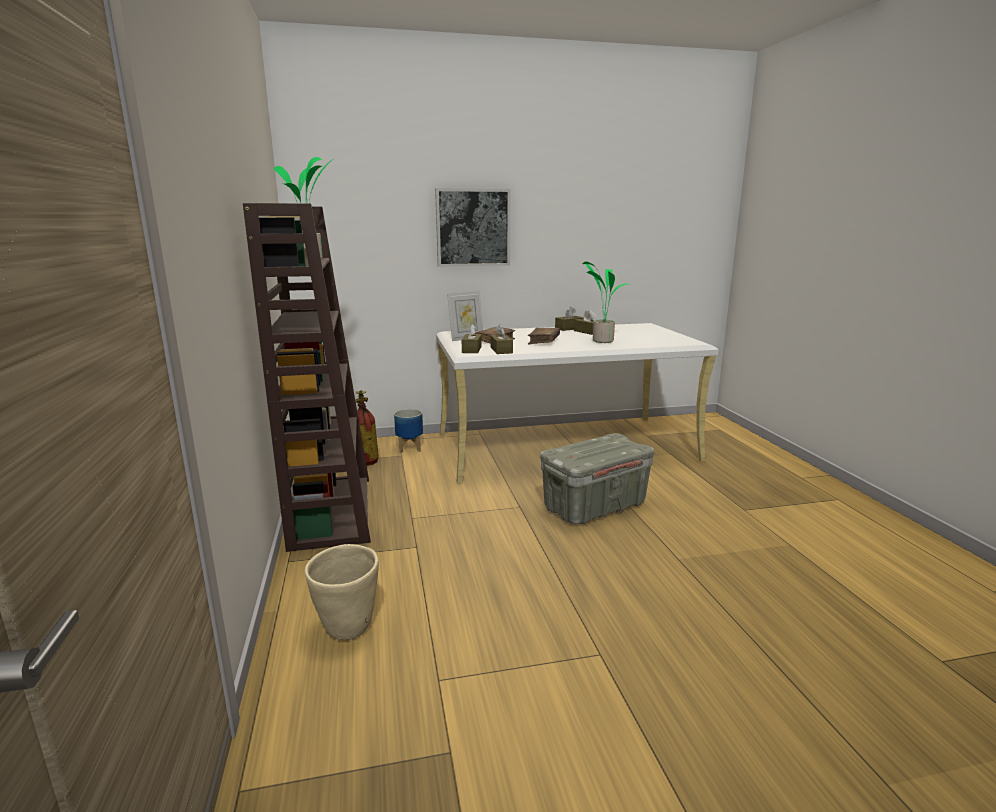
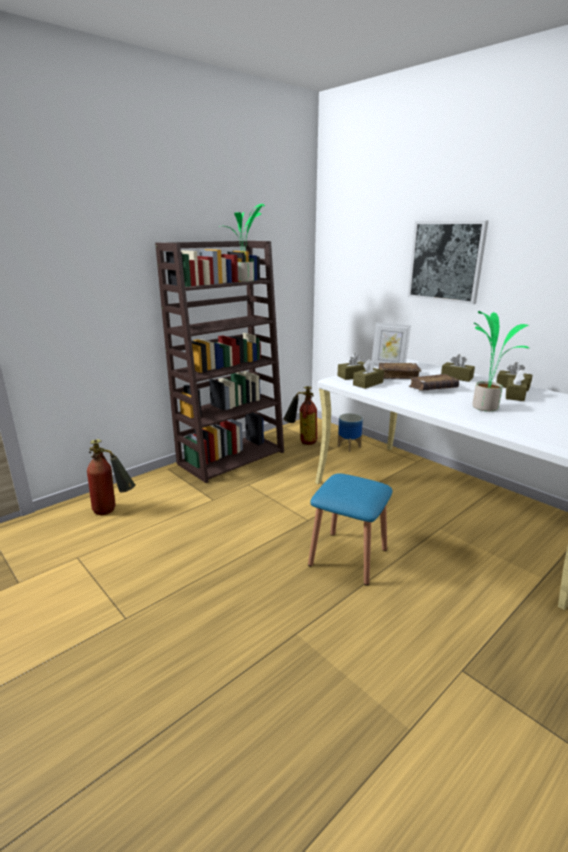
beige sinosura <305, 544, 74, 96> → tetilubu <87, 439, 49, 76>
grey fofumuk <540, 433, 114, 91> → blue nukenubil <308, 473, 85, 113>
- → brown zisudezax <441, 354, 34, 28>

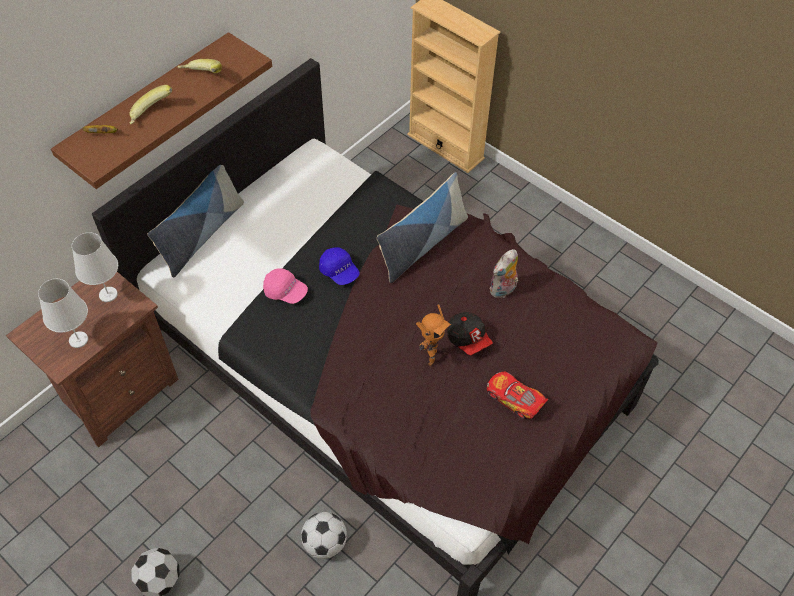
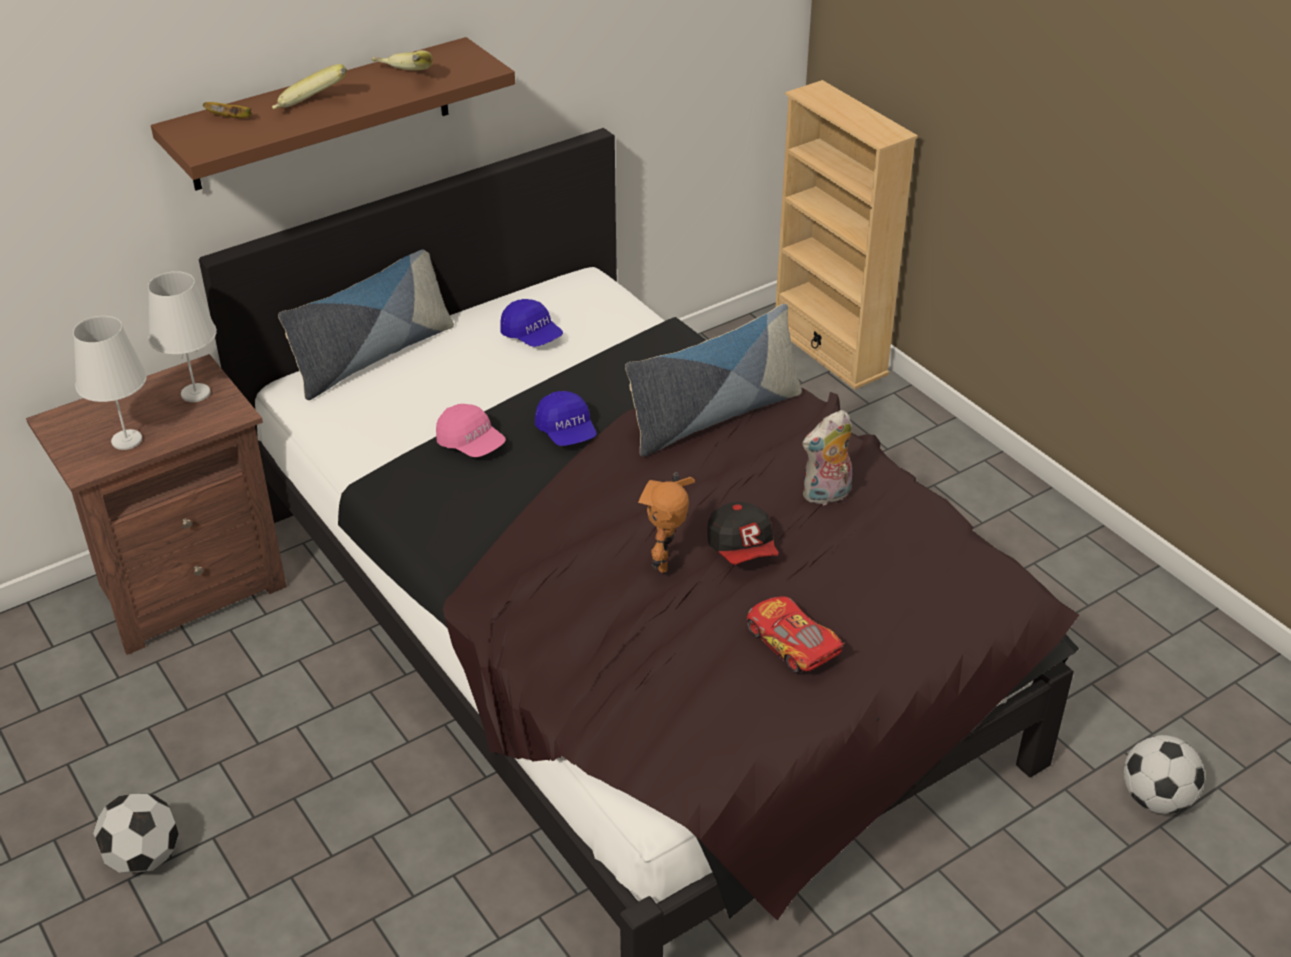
- → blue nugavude <500, 299, 63, 48>
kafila <416, 304, 35, 62> → kafila <638, 472, 57, 101>, 150 degrees clockwise
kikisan <301, 512, 46, 47> → kikisan <1124, 735, 81, 79>, relocated

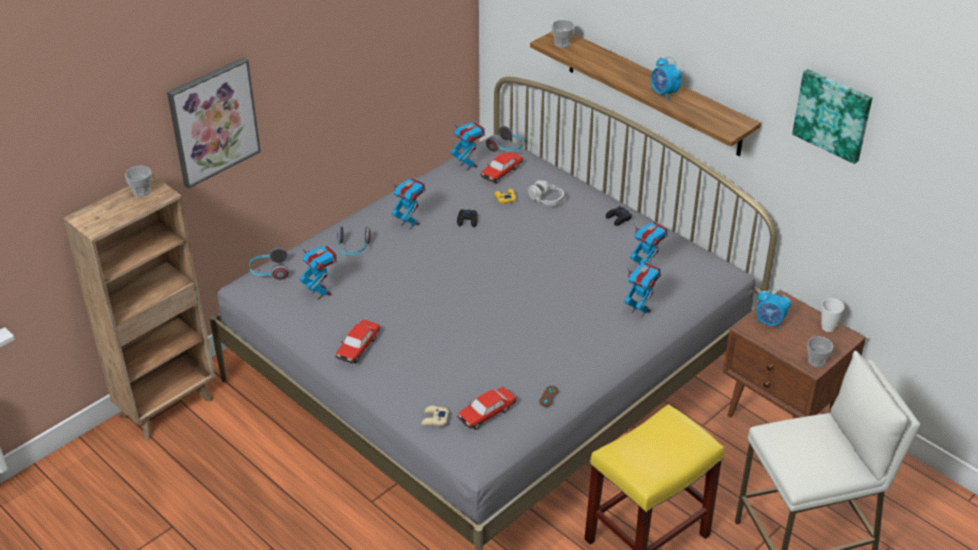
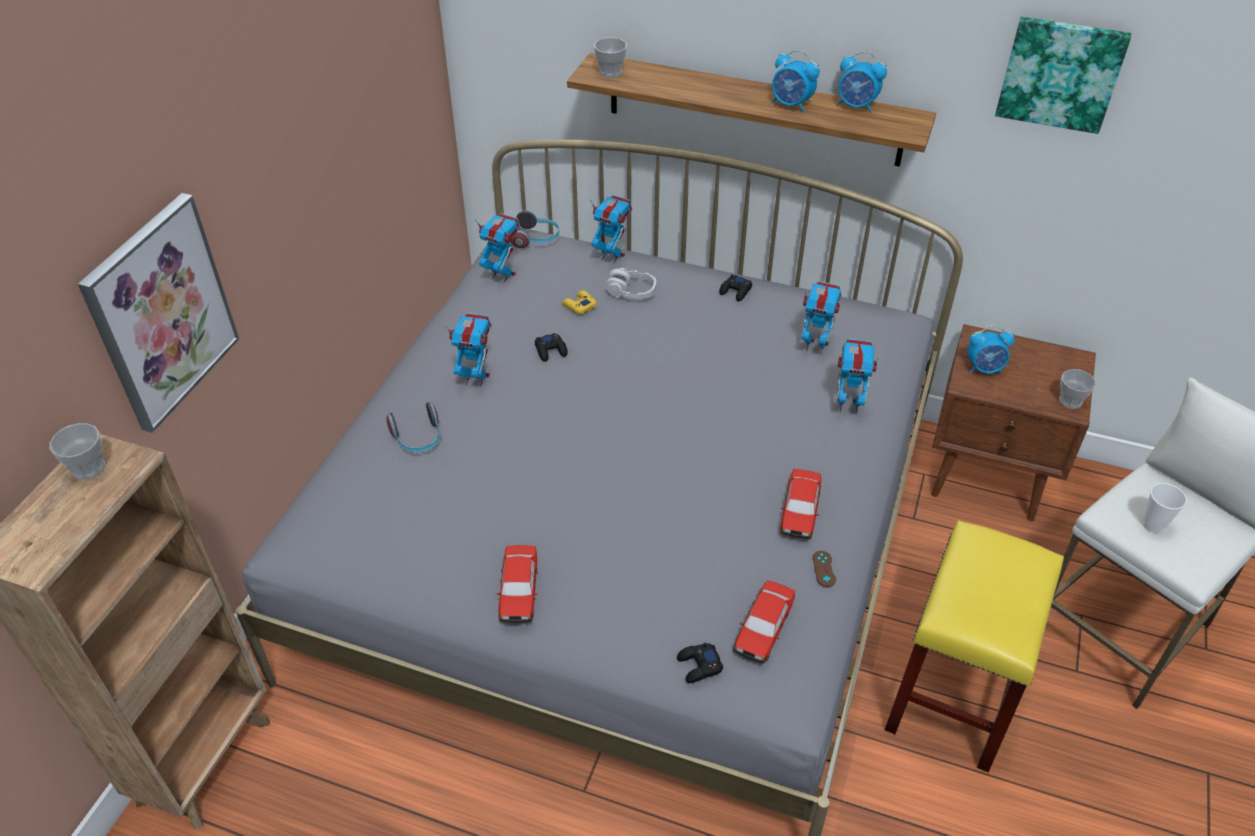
kafila <300, 245, 37, 54> → kafila <590, 195, 42, 68>, relocated
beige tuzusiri <421, 406, 28, 20> → black tuzusiri <677, 643, 46, 40>
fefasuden <480, 151, 43, 33> → fefasuden <780, 469, 41, 70>, relocated
- → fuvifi <837, 51, 50, 62>
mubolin <821, 298, 23, 34> → mubolin <1143, 483, 44, 50>, relocated
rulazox <249, 248, 40, 32> → -

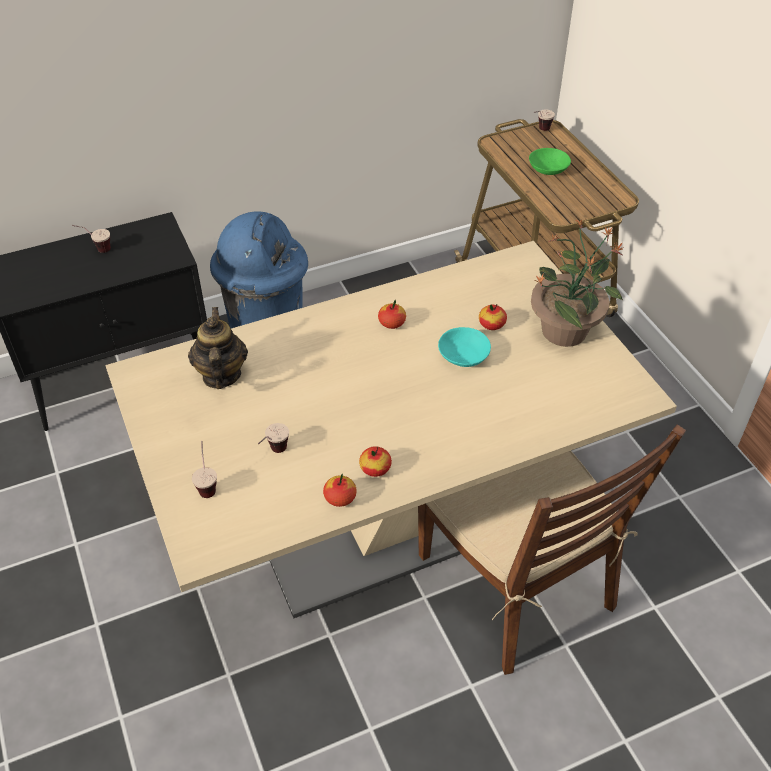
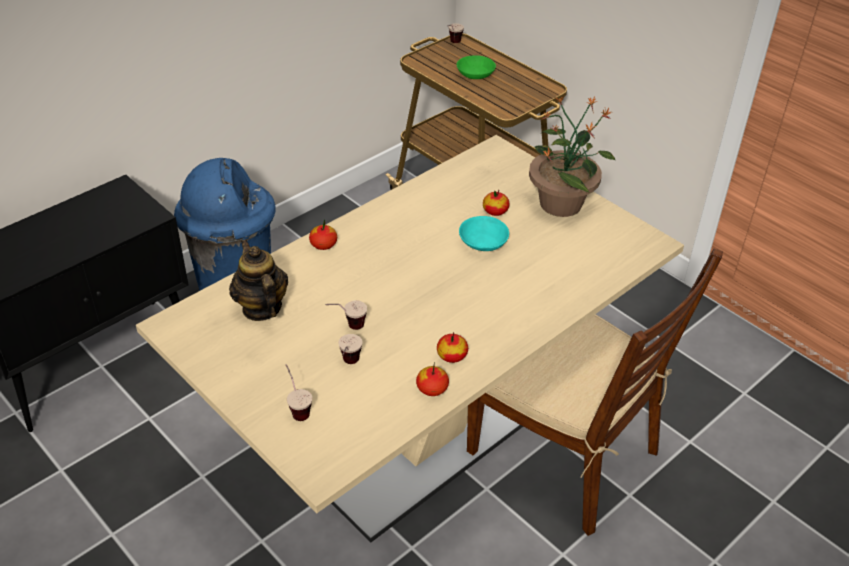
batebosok <378, 300, 28, 29> → batebosok <309, 220, 28, 30>, relocated
mubolin <72, 225, 39, 28> → mubolin <325, 301, 42, 29>, relocated

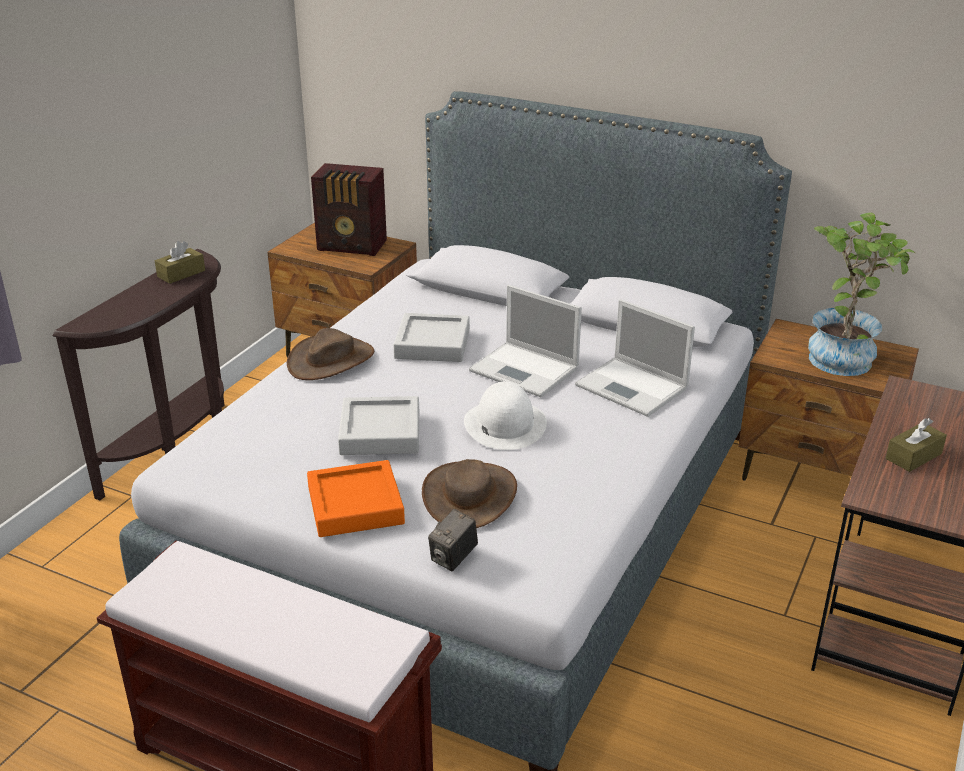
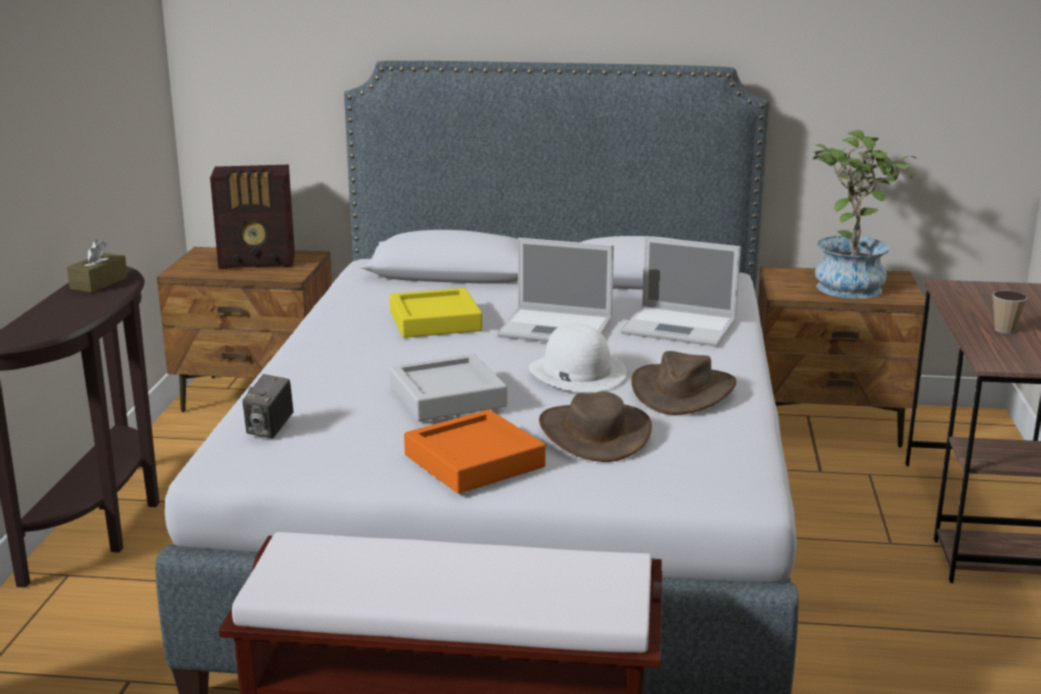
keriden <428, 509, 50, 62> → keriden <243, 374, 50, 65>, relocated
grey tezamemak <393, 313, 77, 49> → yellow tezamemak <390, 288, 92, 50>
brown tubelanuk <287, 328, 87, 52> → brown tubelanuk <631, 351, 105, 64>, relocated
brown zisudezax <886, 418, 61, 54> → mubolin <992, 291, 36, 42>

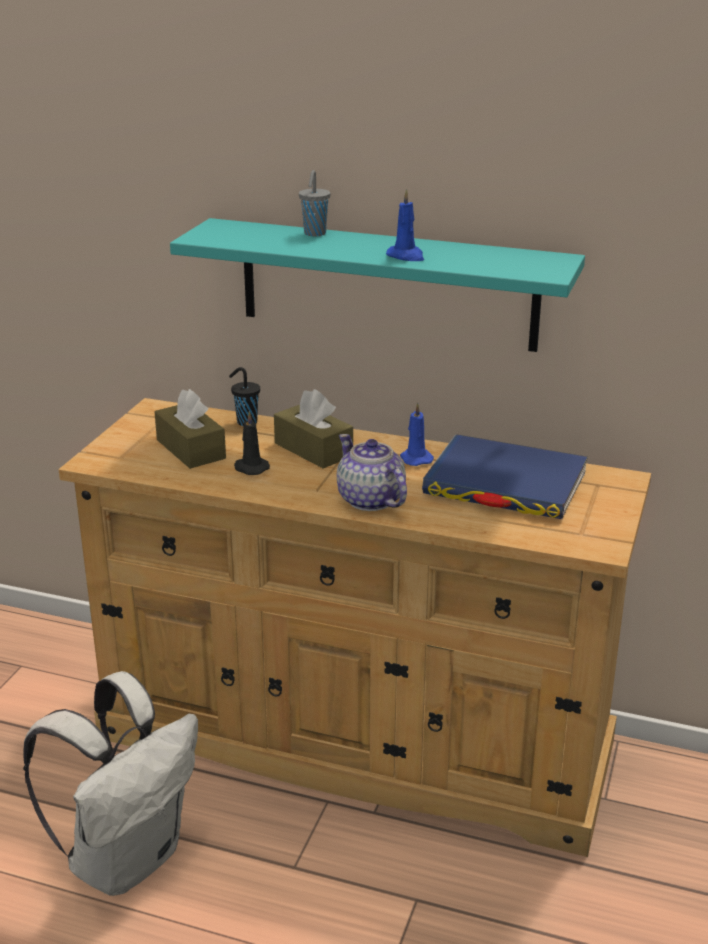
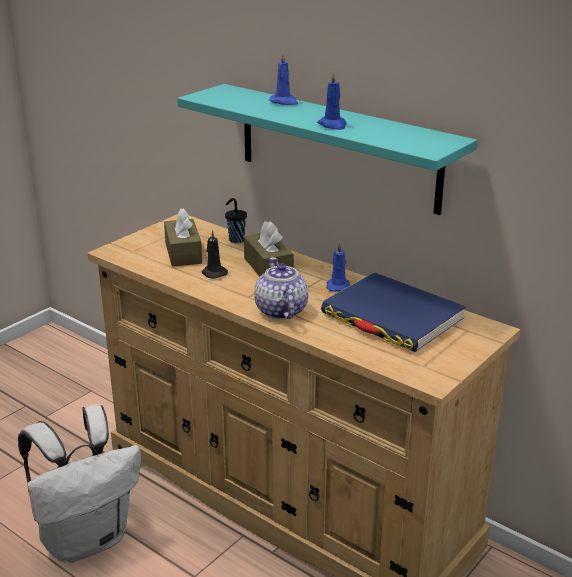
grey mubolin <299, 170, 31, 66> → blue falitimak <269, 52, 29, 53>

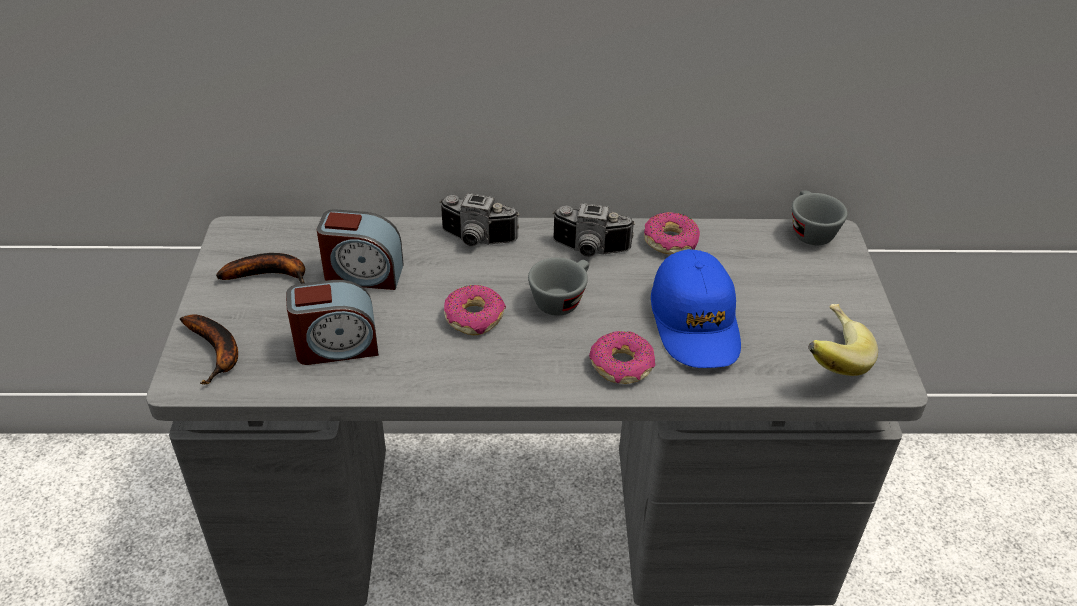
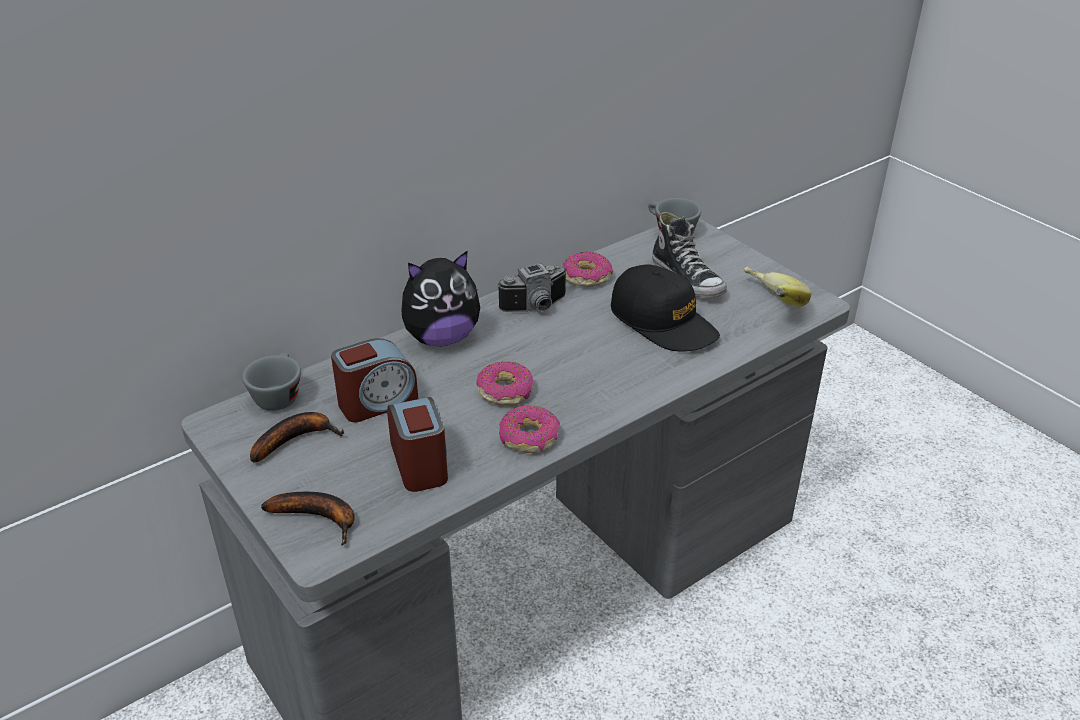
grey mubolin <528, 258, 61, 58> → grey mubolin <242, 352, 59, 59>, relocated
fuvifi <286, 280, 93, 85> → fuvifi <387, 397, 61, 95>, 60 degrees counterclockwise
keriden <439, 193, 80, 54> → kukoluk <401, 251, 79, 95>
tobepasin <589, 331, 66, 53> → tobepasin <499, 405, 61, 48>, relocated
blue nugavude <651, 249, 90, 119> → black nugavude <611, 264, 109, 88>
- → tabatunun <652, 212, 75, 86>

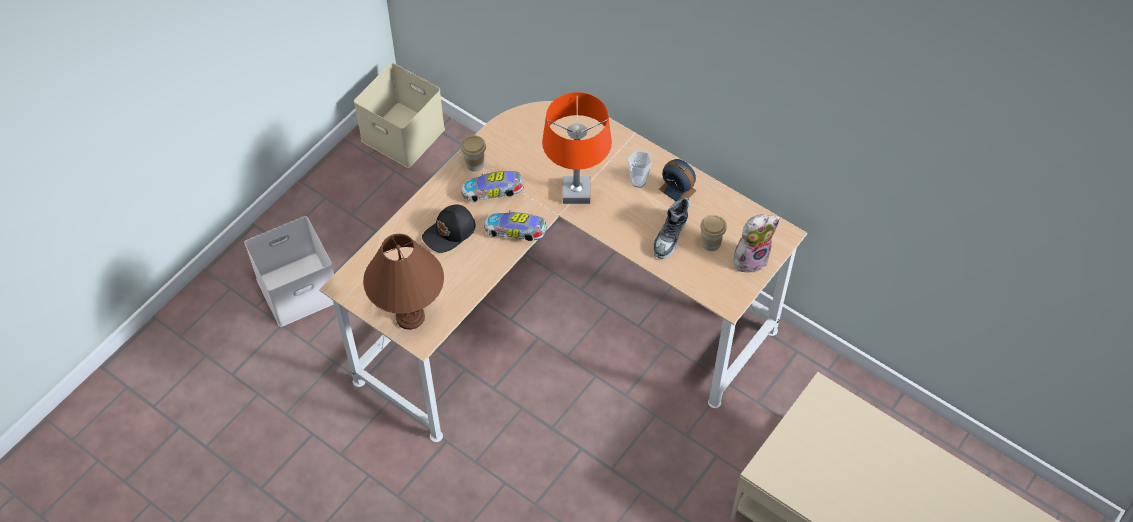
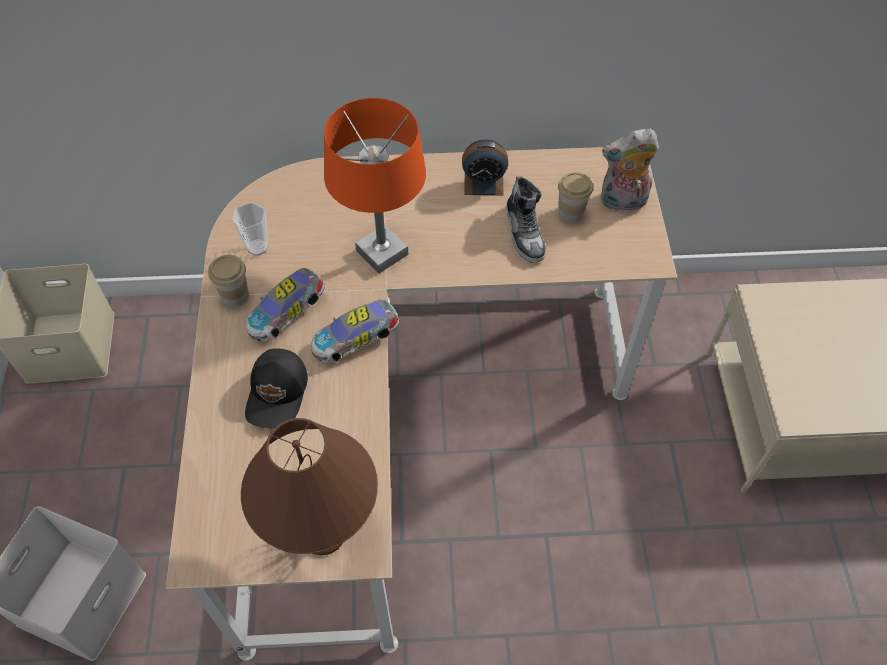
mubolin <628, 151, 24, 37> → mubolin <232, 202, 36, 54>, relocated
kukoluk <734, 214, 46, 58> → kukoluk <601, 129, 58, 82>, 120 degrees counterclockwise

